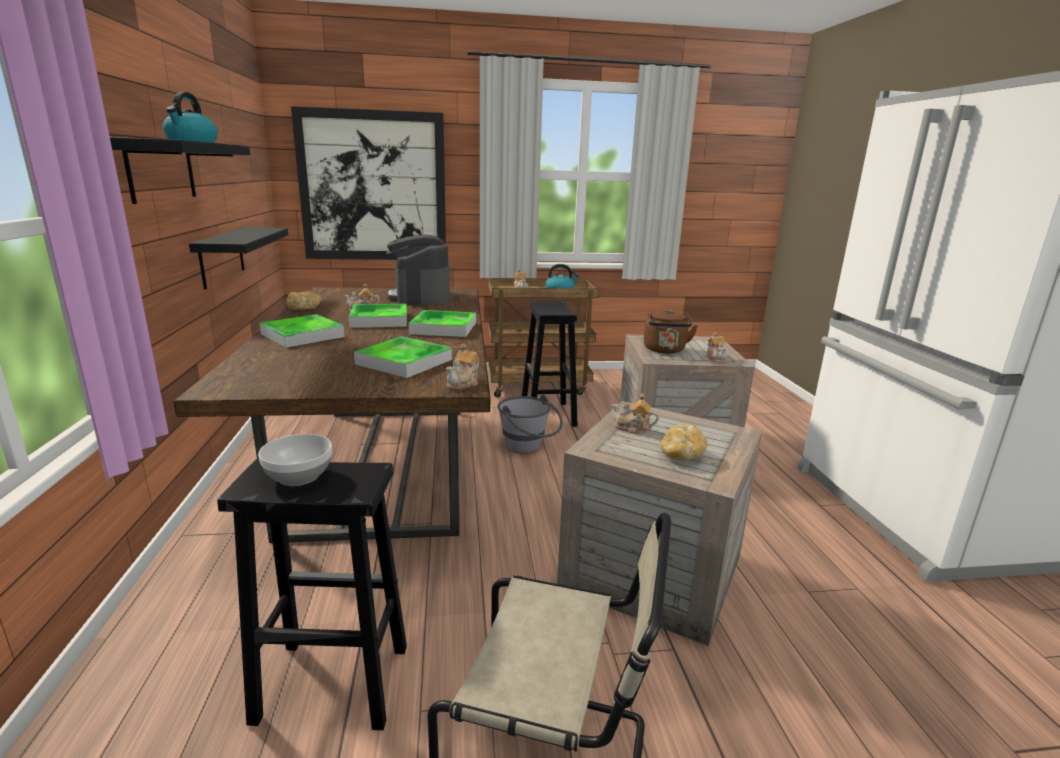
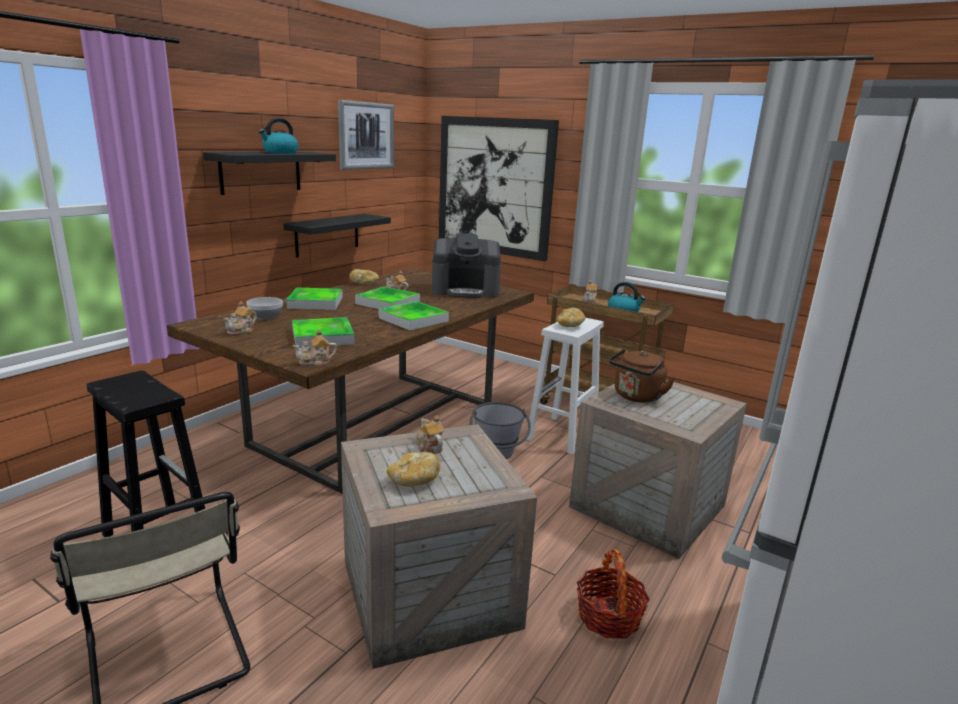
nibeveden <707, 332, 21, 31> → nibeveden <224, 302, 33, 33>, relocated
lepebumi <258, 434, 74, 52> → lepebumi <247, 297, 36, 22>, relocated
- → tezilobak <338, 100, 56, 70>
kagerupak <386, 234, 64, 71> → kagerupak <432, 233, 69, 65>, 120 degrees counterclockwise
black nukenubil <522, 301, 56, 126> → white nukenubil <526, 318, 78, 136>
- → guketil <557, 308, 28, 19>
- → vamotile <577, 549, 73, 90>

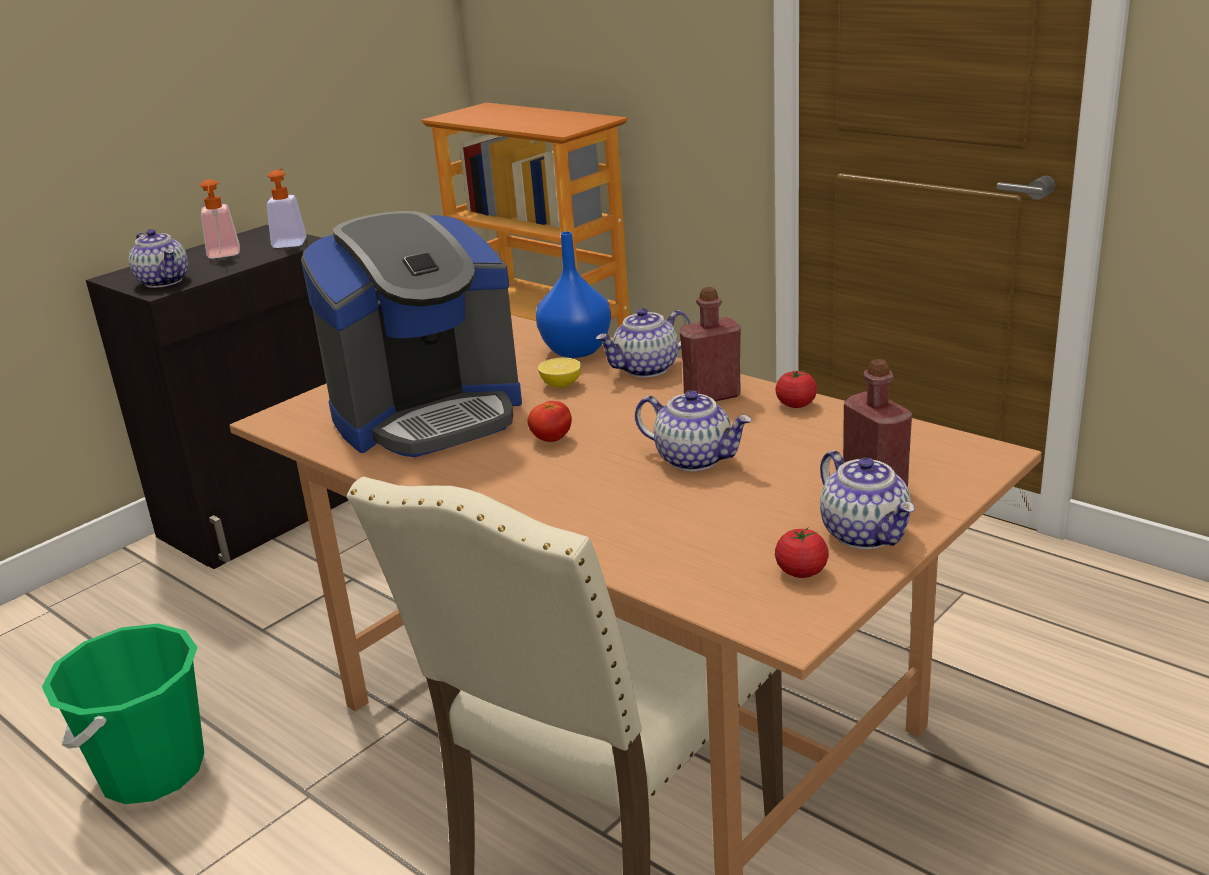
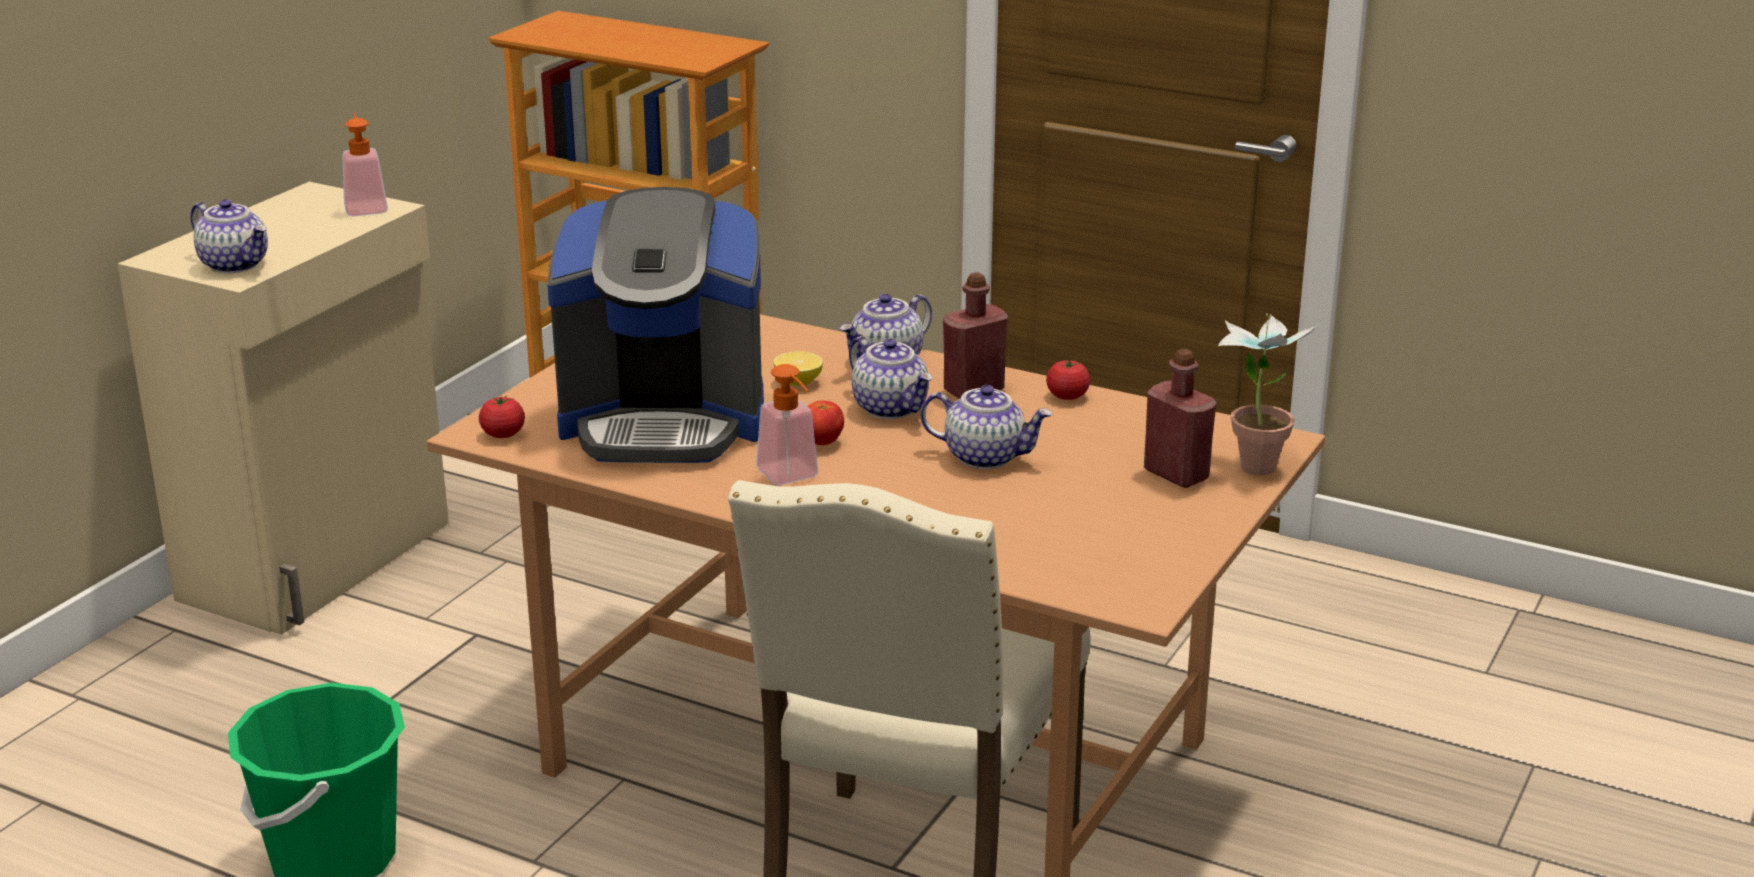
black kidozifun <86, 225, 262, 344> → beige kidozifun <118, 182, 331, 453>
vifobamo <775, 527, 54, 51> → vifobamo <479, 396, 46, 42>, relocated
kagerupak <301, 211, 221, 246> → kagerupak <547, 187, 217, 276>, 45 degrees clockwise
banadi <199, 179, 41, 80> → banadi <756, 364, 62, 121>, relocated
nibeveden <820, 450, 95, 99> → nibeveden <849, 336, 84, 83>, relocated
- → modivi <1218, 313, 100, 162>
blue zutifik <536, 231, 75, 127> → -

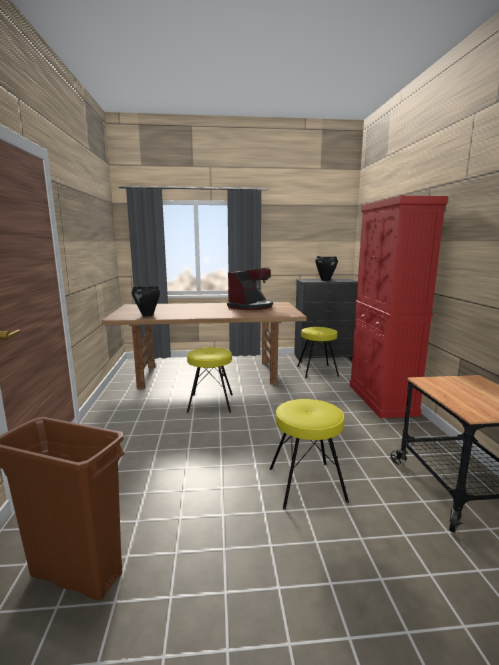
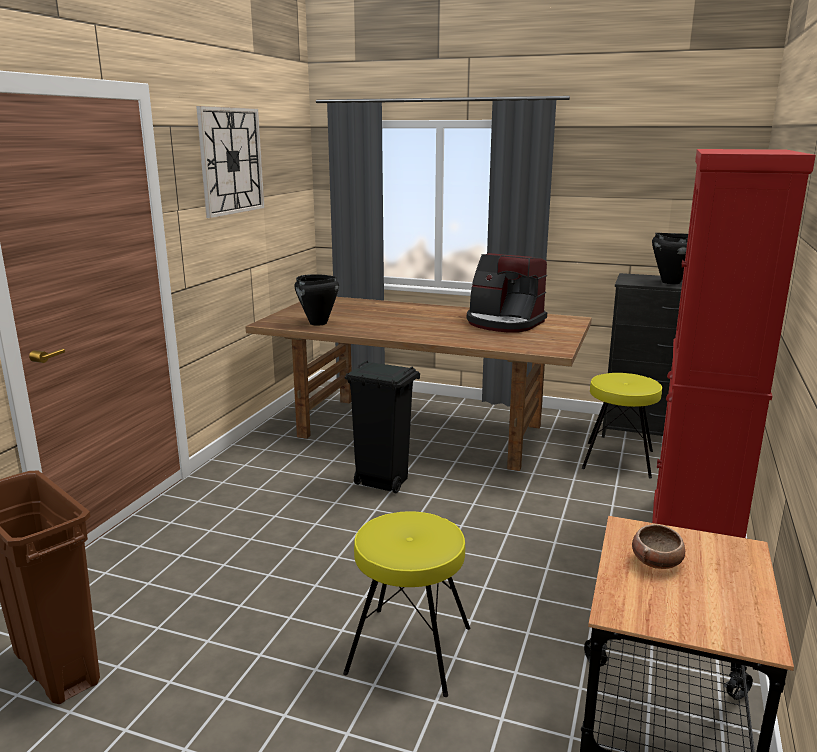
- → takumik <196, 106, 68, 112>
yellow nukenubil <187, 347, 46, 66> → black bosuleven <345, 360, 75, 133>
kagerupak <227, 268, 46, 42> → kagerupak <467, 253, 80, 79>, 60 degrees clockwise
- → lepebumi <632, 524, 53, 45>

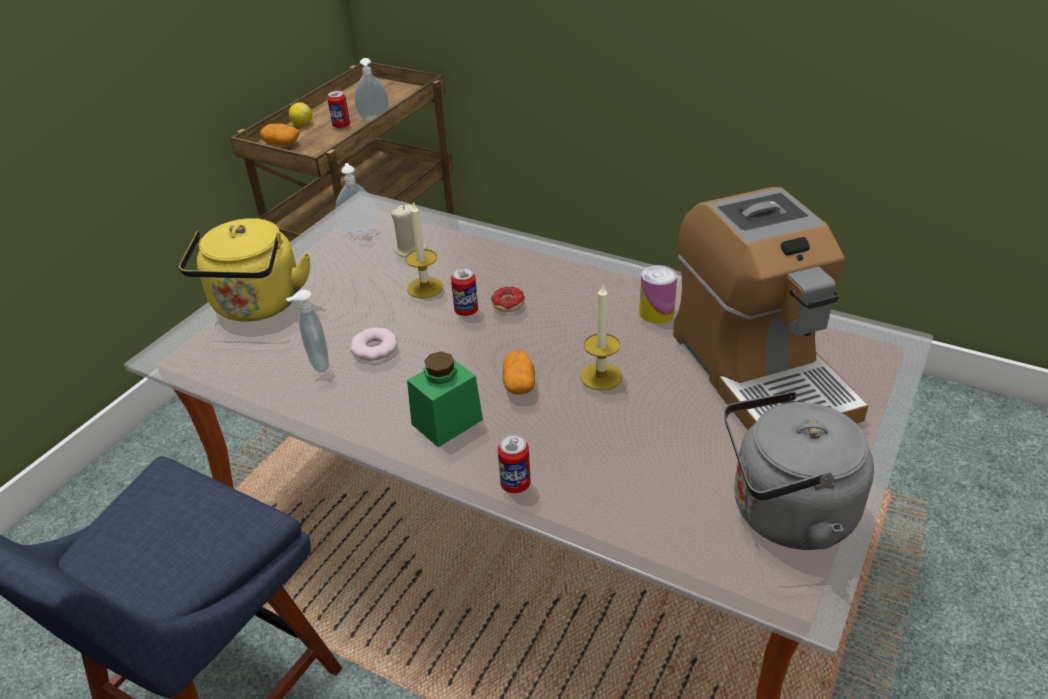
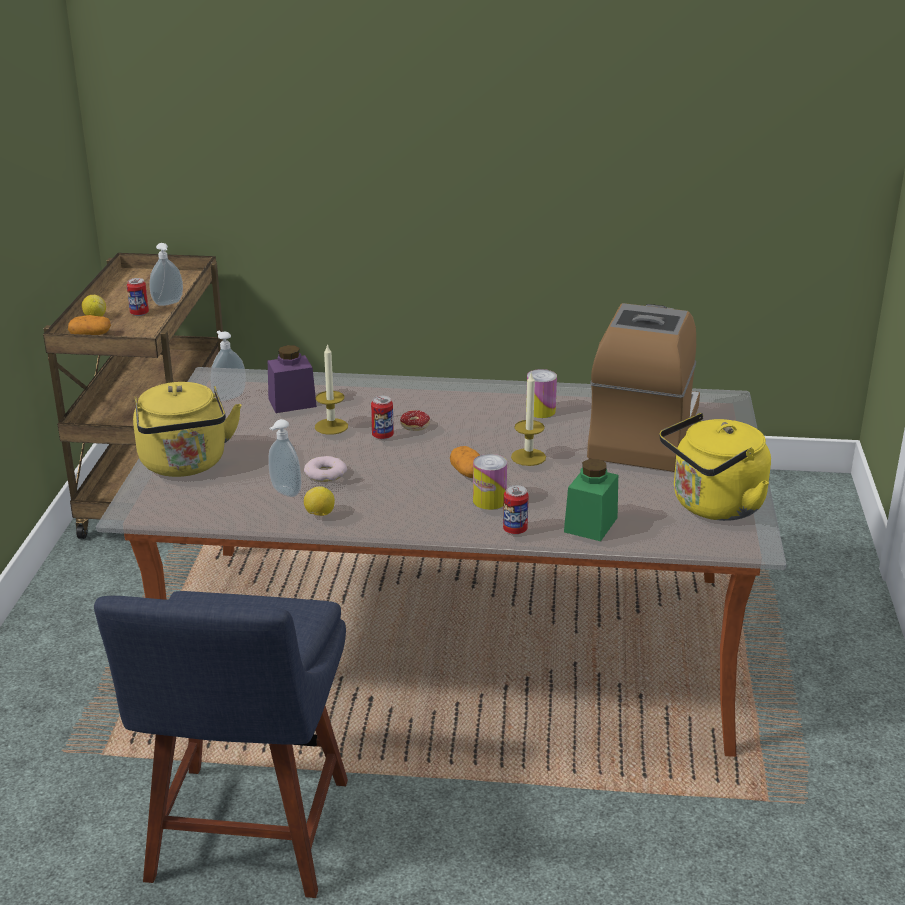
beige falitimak <391, 205, 36, 52> → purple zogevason <268, 345, 49, 68>
- → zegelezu <304, 486, 31, 30>
- → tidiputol <473, 454, 34, 56>
green zogevason <407, 351, 76, 96> → green zogevason <564, 459, 54, 82>, relocated
kagerupak <673, 187, 195, 243> → kagerupak <587, 303, 113, 169>, 120 degrees counterclockwise
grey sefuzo <724, 391, 150, 159> → yellow sefuzo <660, 413, 111, 108>

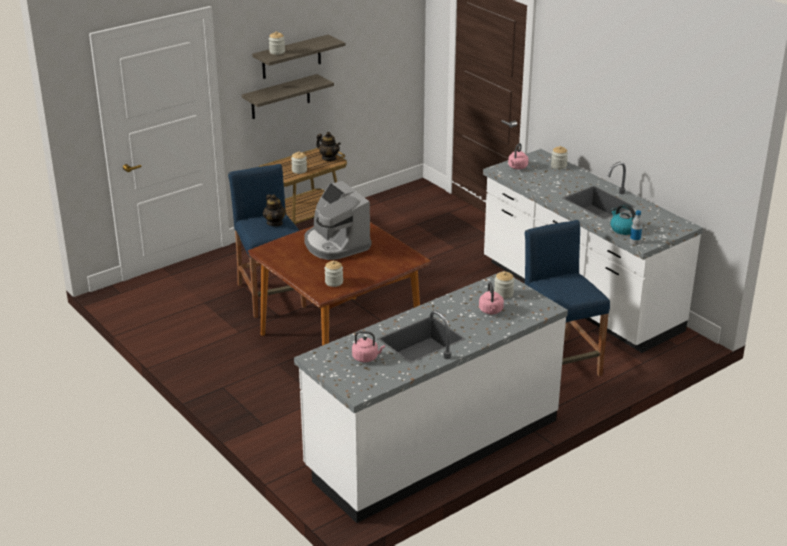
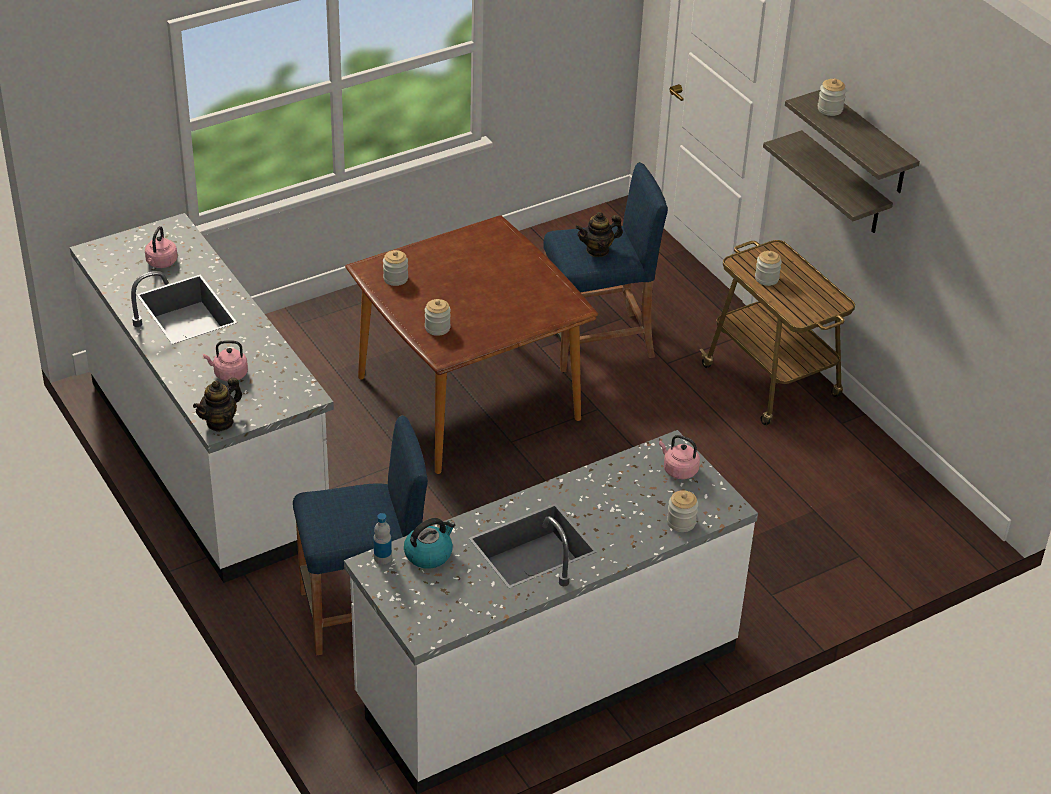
nibeveden <316, 132, 25, 29> → nibeveden <193, 377, 49, 55>, relocated
zogevason <494, 271, 20, 28> → zogevason <425, 299, 26, 37>, relocated
kagerupak <304, 181, 68, 79> → -

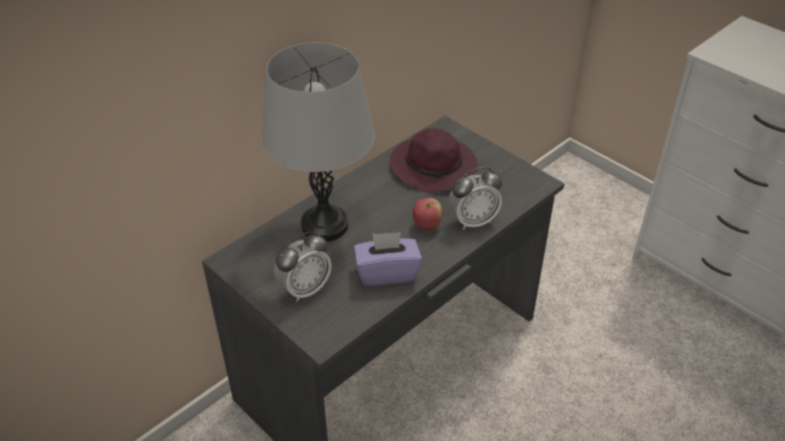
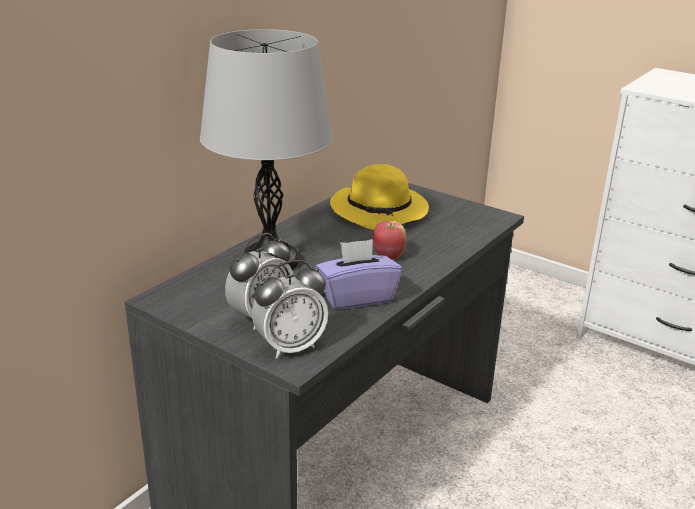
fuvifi <449, 167, 53, 63> → fuvifi <252, 260, 76, 99>, relocated
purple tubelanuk <390, 129, 88, 64> → yellow tubelanuk <330, 164, 99, 66>

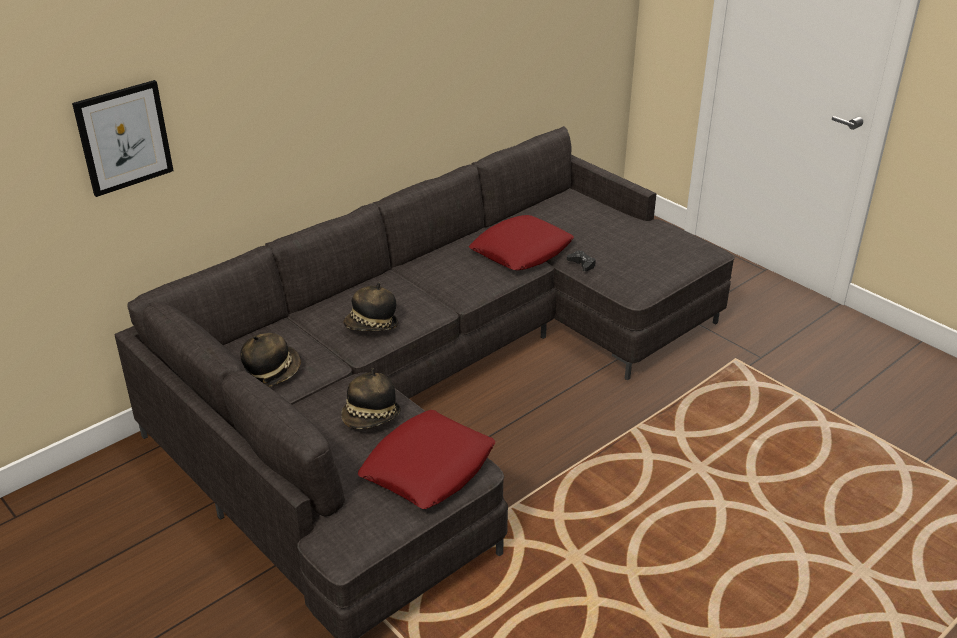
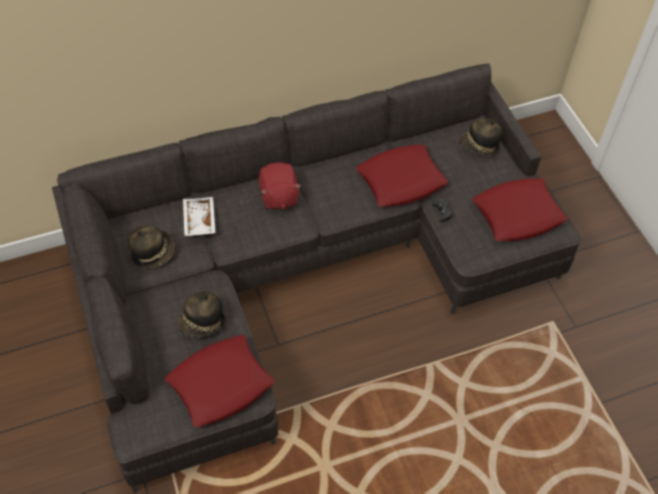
- → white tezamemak <183, 197, 33, 39>
- → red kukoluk <259, 162, 42, 47>
tubelanuk <344, 282, 54, 49> → tubelanuk <460, 118, 43, 38>, relocated
- → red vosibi <472, 178, 96, 63>
tezilobak <72, 80, 102, 117> → -

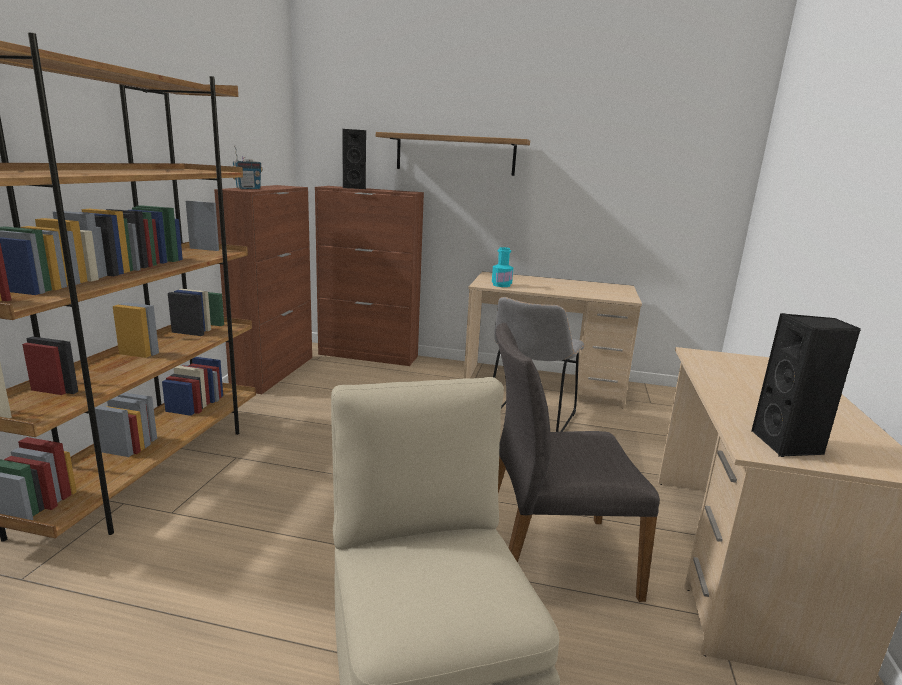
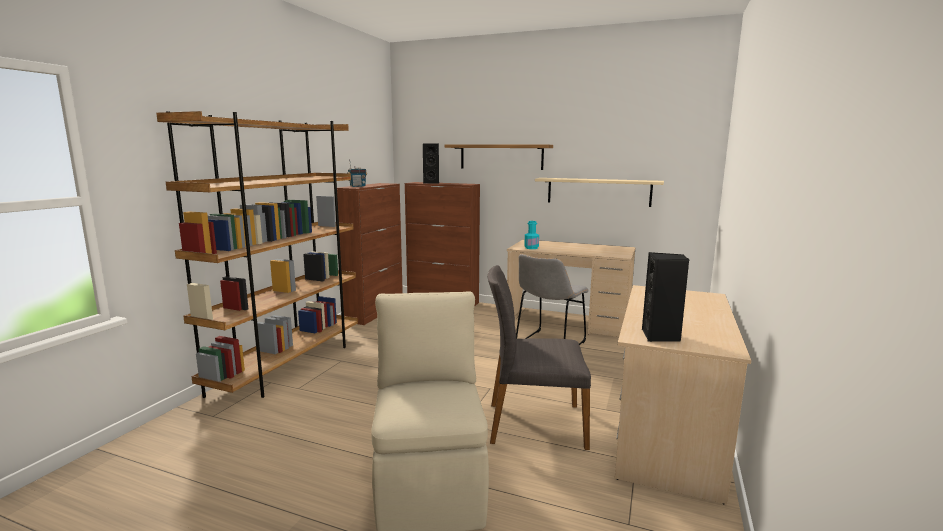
- → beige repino <535, 178, 129, 29>

